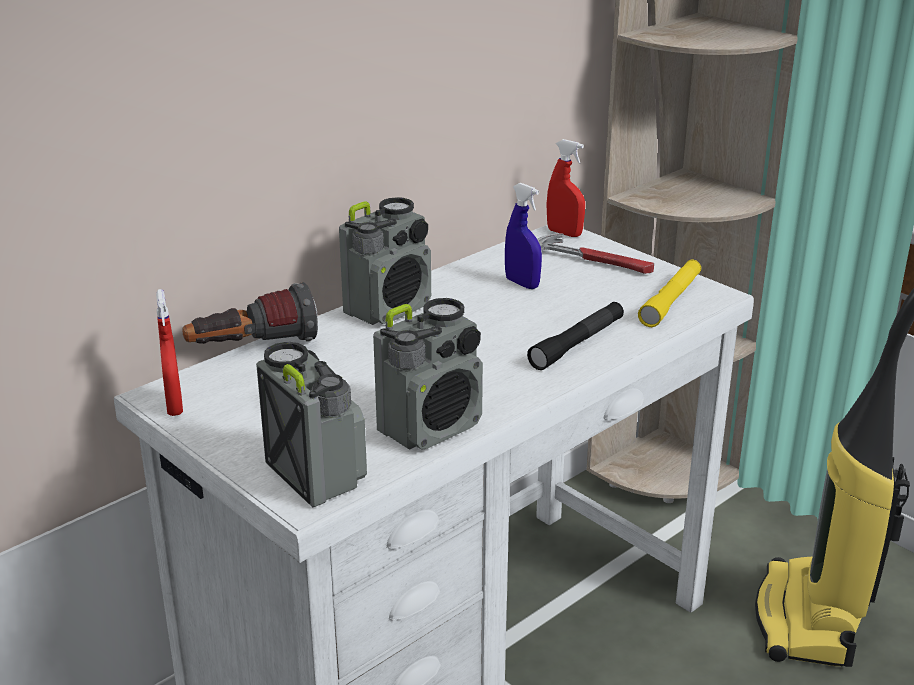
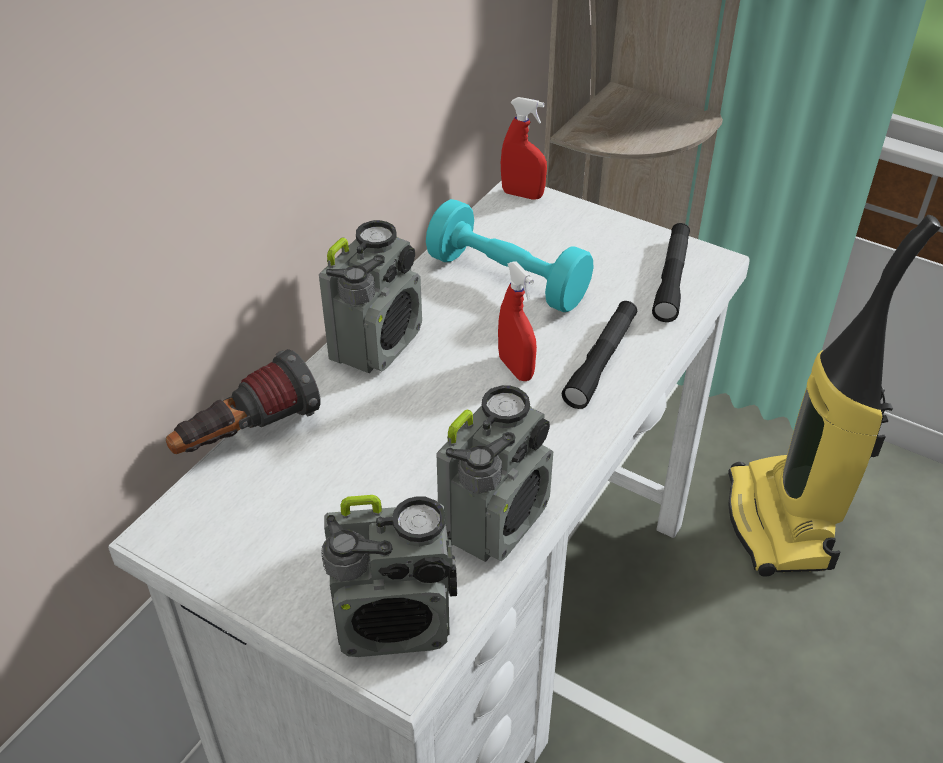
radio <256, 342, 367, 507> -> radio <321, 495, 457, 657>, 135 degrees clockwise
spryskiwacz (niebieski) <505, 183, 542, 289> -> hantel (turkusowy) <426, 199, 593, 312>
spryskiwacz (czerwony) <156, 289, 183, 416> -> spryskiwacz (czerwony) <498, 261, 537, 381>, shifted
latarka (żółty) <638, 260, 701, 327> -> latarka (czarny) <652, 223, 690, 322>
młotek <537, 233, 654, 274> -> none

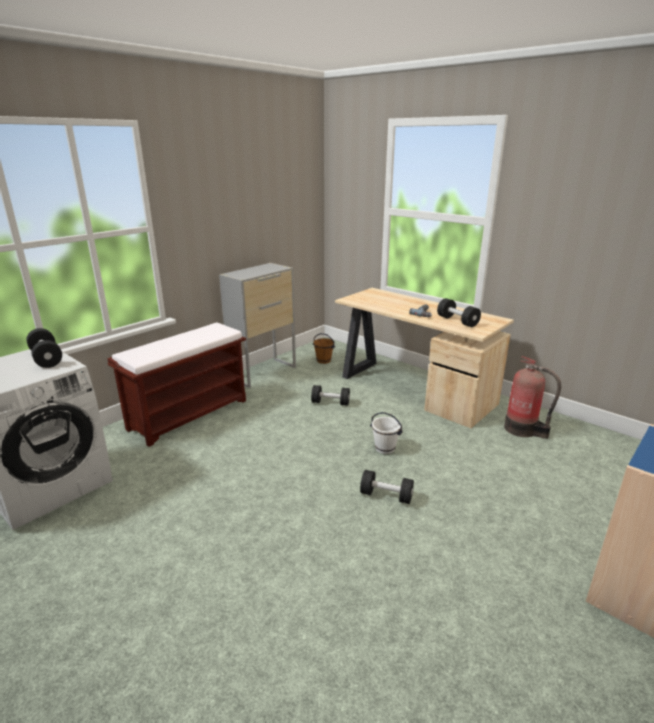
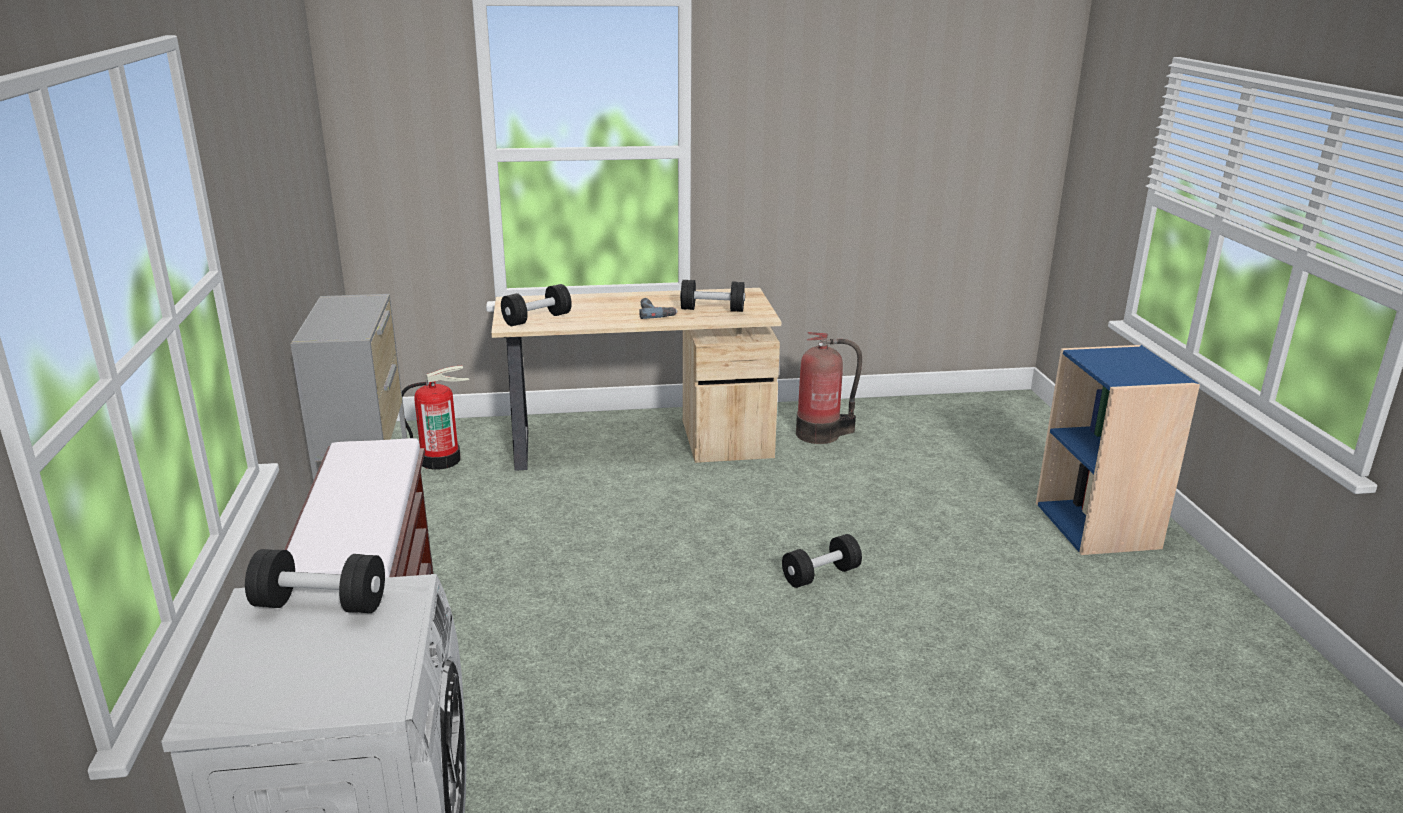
wiadro (brązowy) <313, 333, 335, 364> -> gaśnica <402, 366, 469, 470>
hantel (czarny) <311, 385, 350, 406> -> hantel (czarny) <501, 284, 572, 326>, shifted
wiadro (biały) <370, 412, 403, 454> -> none

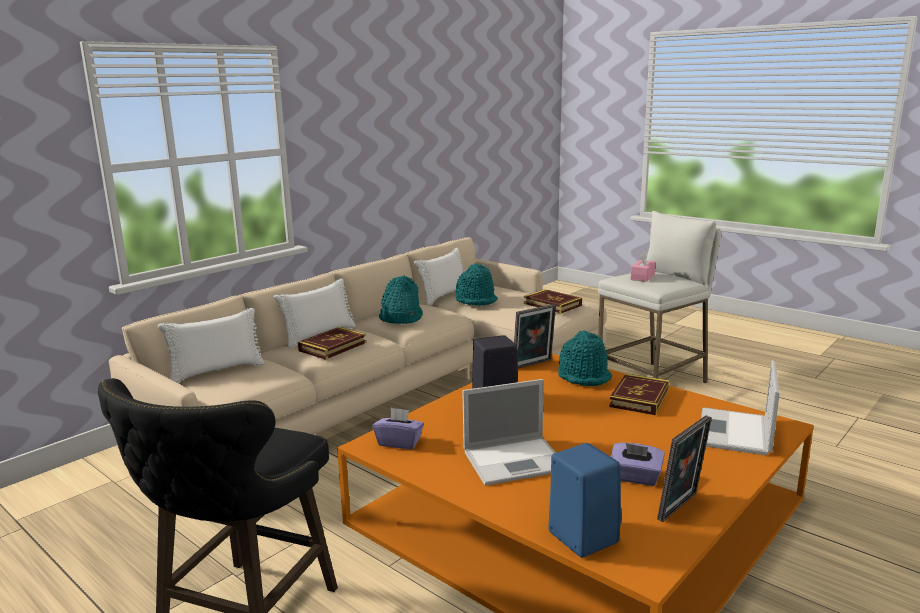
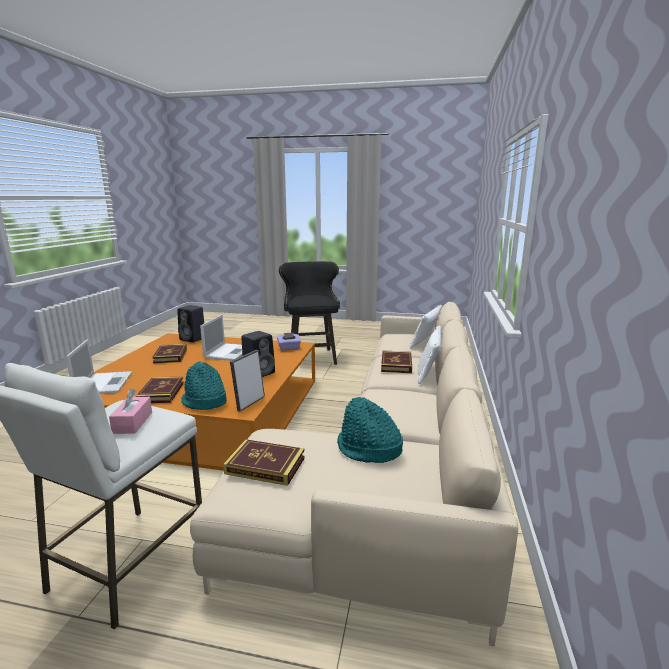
pudełko chusteczek (fioletowy) <611, 443, 665, 486> -> książka <152, 344, 187, 363>
głośnik (niebieski) <548, 443, 622, 557> -> głośnik (czarny) <177, 305, 204, 343>
laptop <462, 379, 556, 486> -> laptop <200, 315, 242, 361>, 150 degrees clockwise
kapelusz (turkusowy) <379, 275, 423, 324> -> none
poduszka (biały) <414, 248, 465, 305> -> none
ramka na zdjęcie <657, 415, 712, 522> -> none

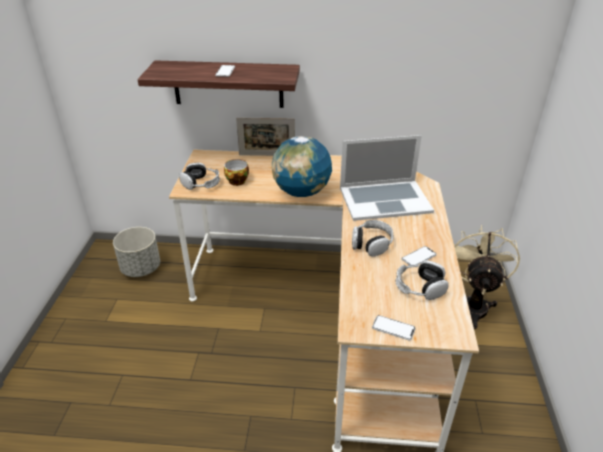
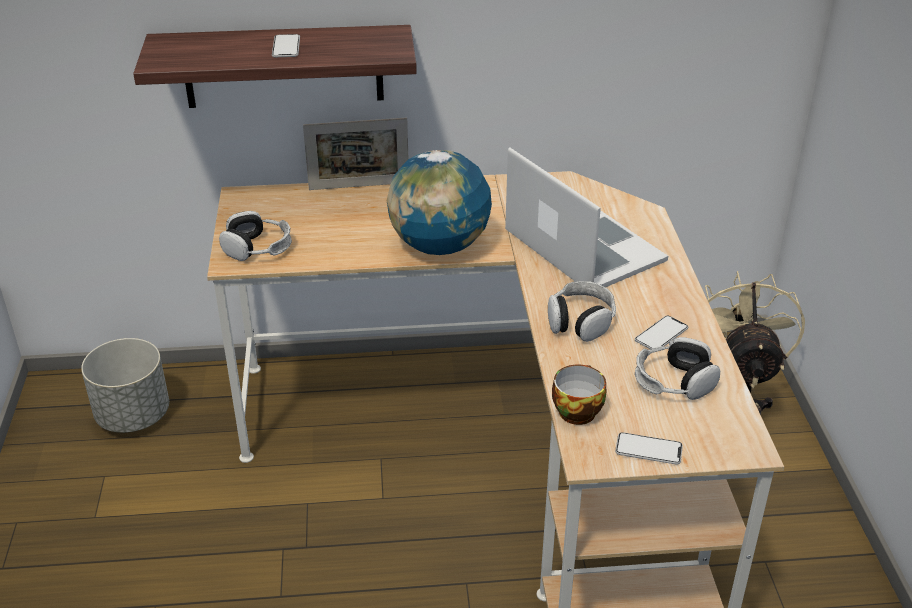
laptop <340, 135, 434, 221> -> laptop <505, 147, 668, 287>, 105 degrees counterclockwise
filiżanka <224, 159, 249, 186> -> filiżanka <552, 365, 606, 425>, shifted

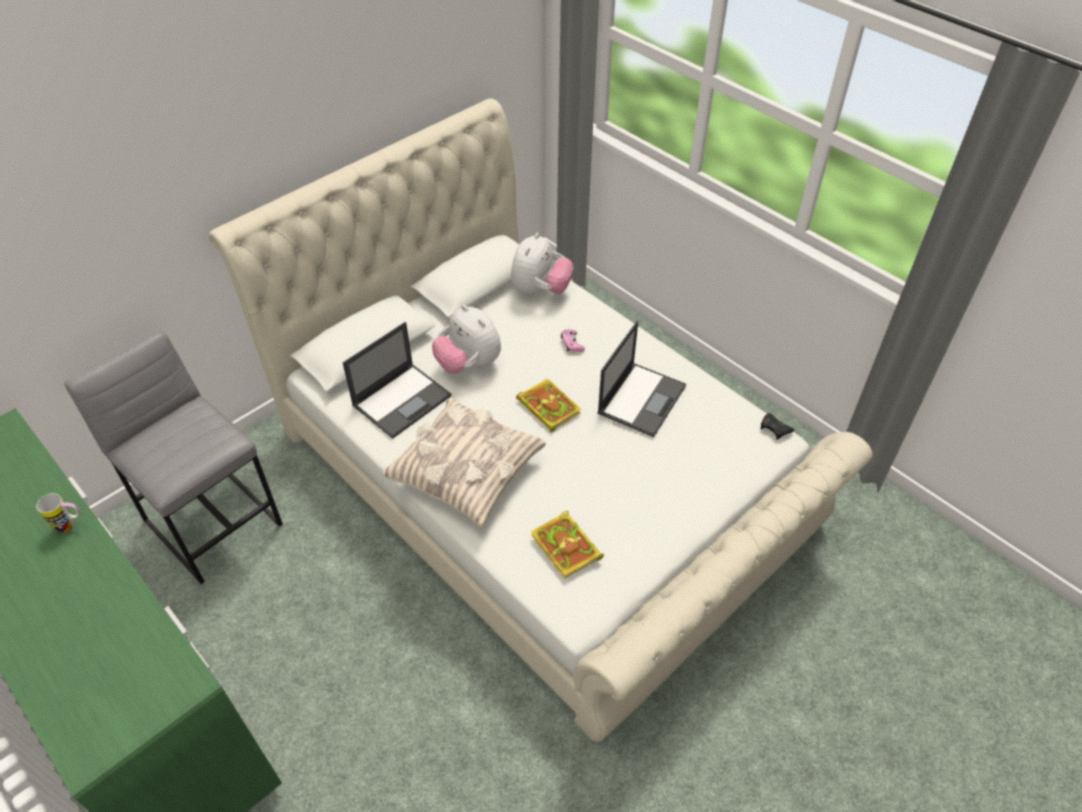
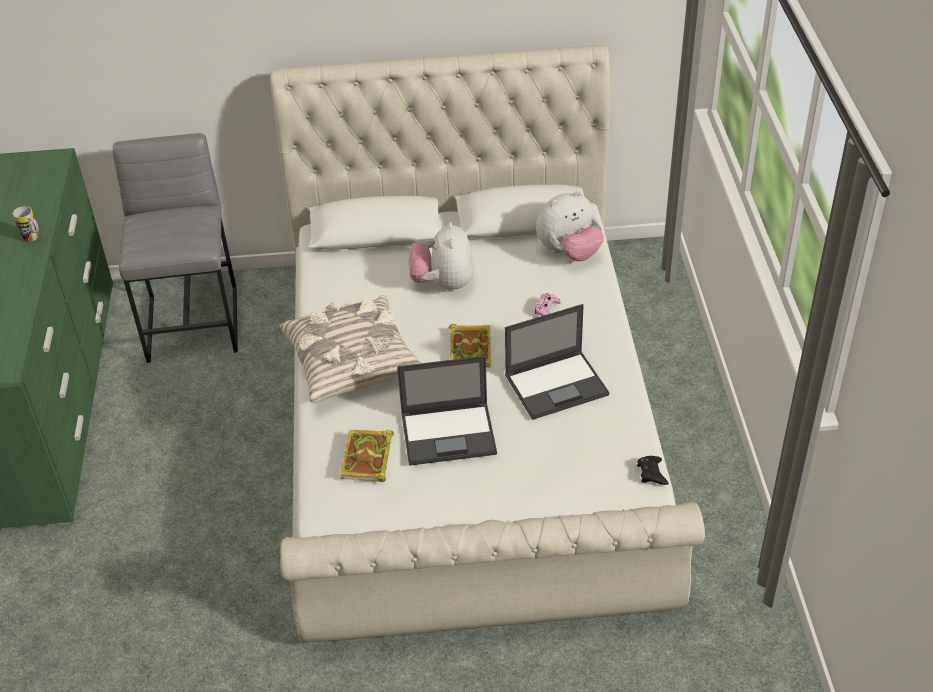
laptop <342, 322, 451, 439> -> laptop <397, 356, 497, 466>, shifted

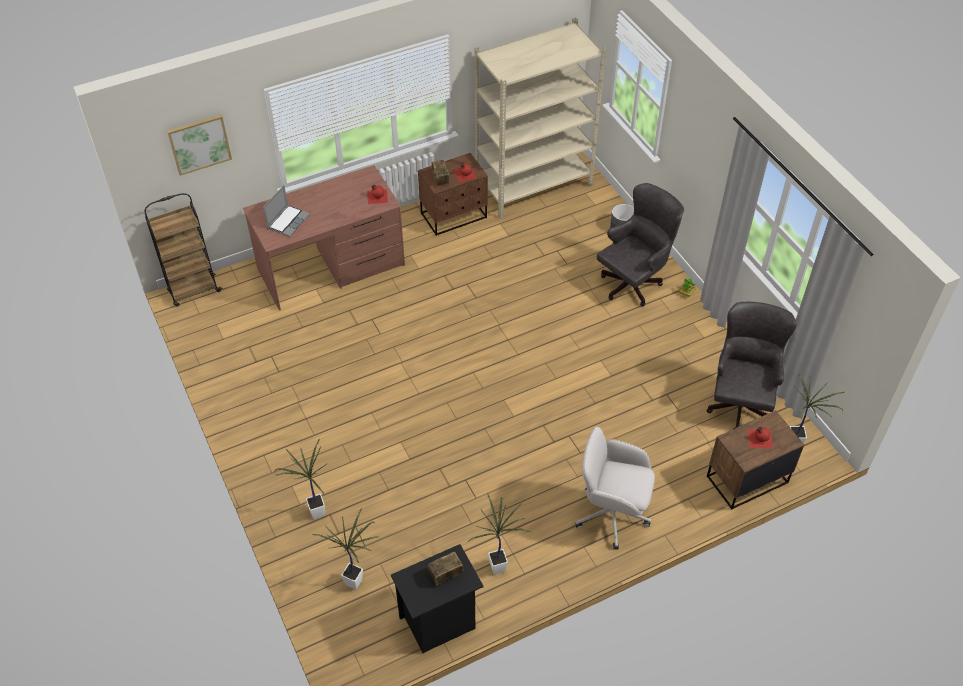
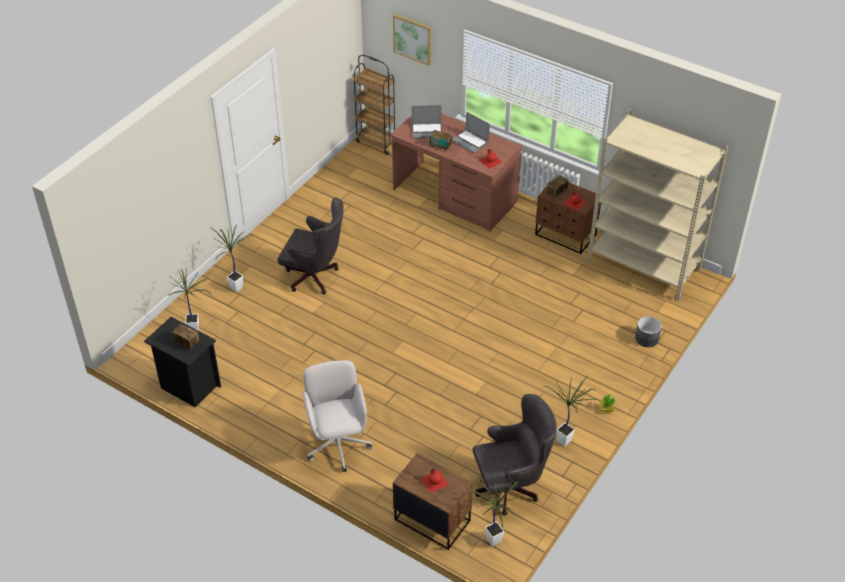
krzesło biurowe (szary) <597, 183, 684, 306> -> krzesło biurowe (szary) <277, 197, 344, 294>, shifted
none -> radio <429, 130, 452, 151>
none -> laptop <452, 111, 490, 153>
roślina doniczkowa <468, 493, 530, 575> -> roślina doniczkowa <544, 375, 597, 446>, shifted

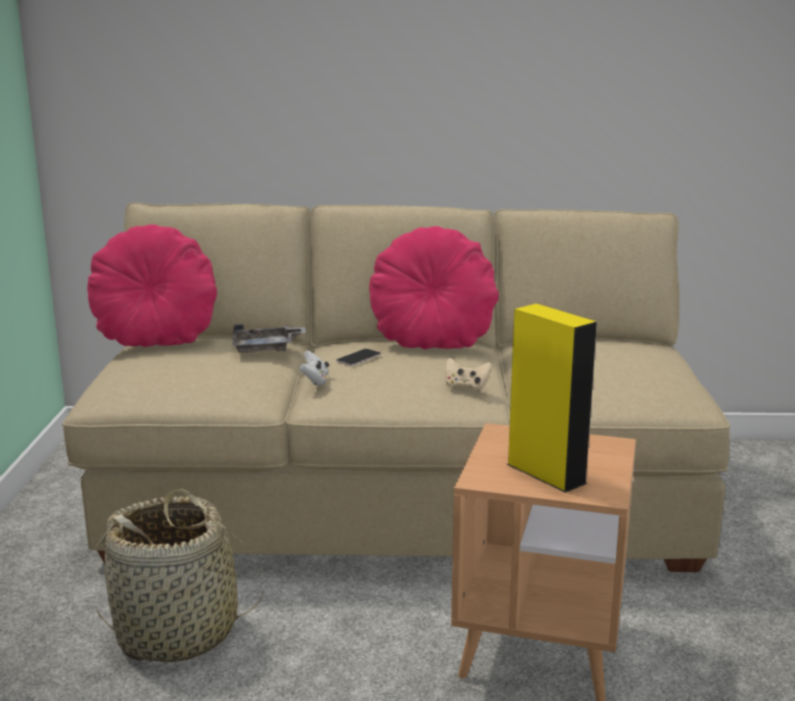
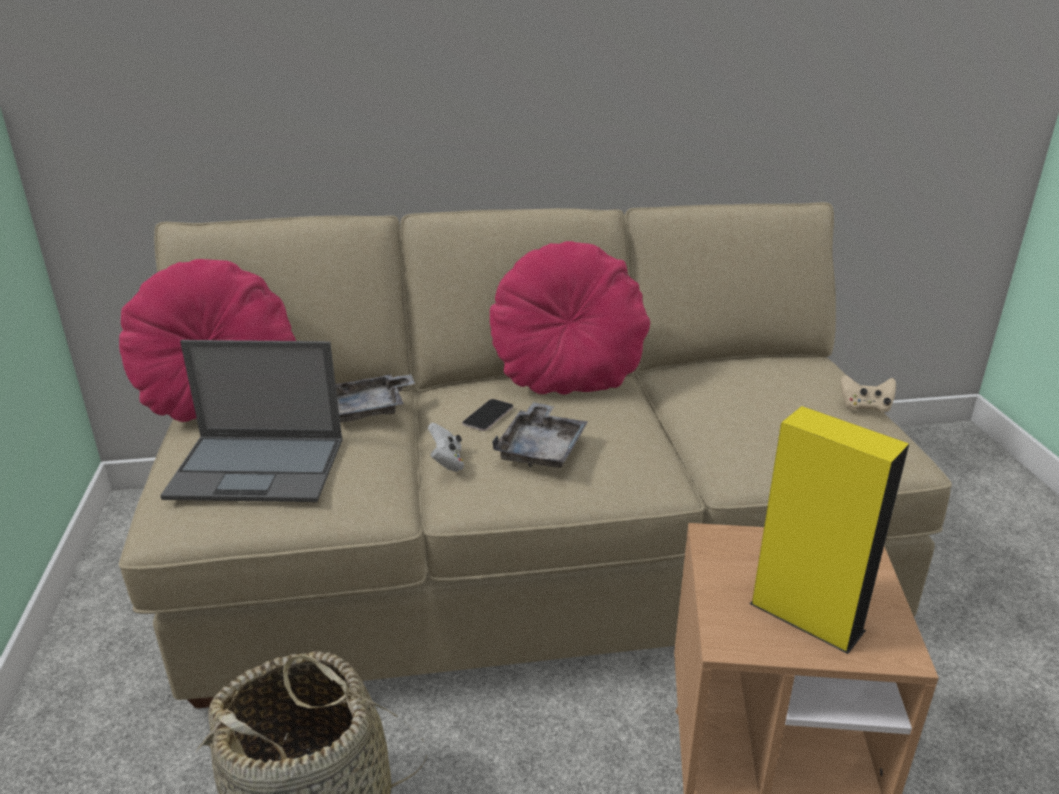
none -> laptop <160, 340, 343, 502>
none -> taca (szary) <492, 402, 588, 468>
pad do gier (beżowy) <445, 358, 492, 391> -> pad do gier (beżowy) <840, 375, 896, 412>, shifted

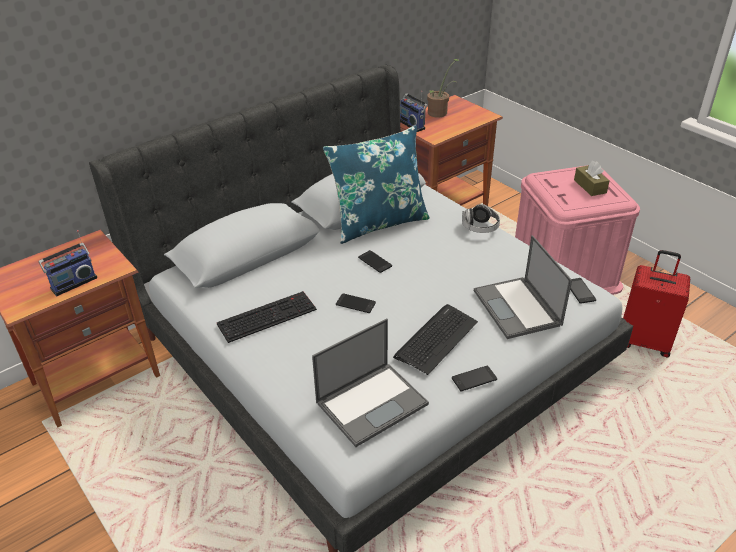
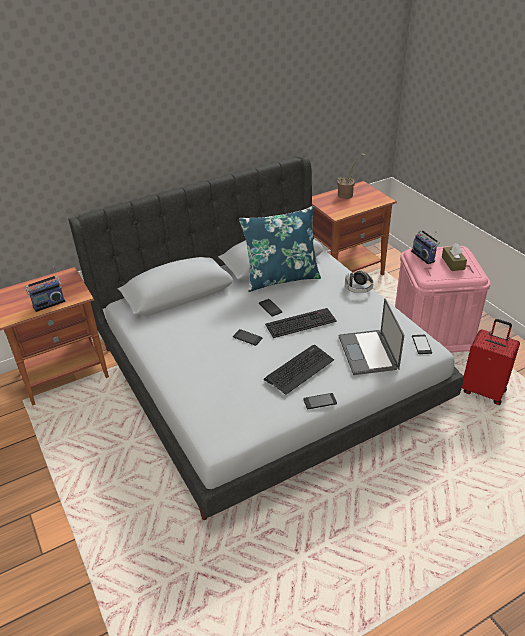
klawiatura <217, 291, 317, 343> -> klawiatura <265, 308, 337, 338>, shifted
radio <400, 91, 428, 132> -> radio <411, 230, 440, 264>, shifted
laptop <312, 318, 429, 447> -> none

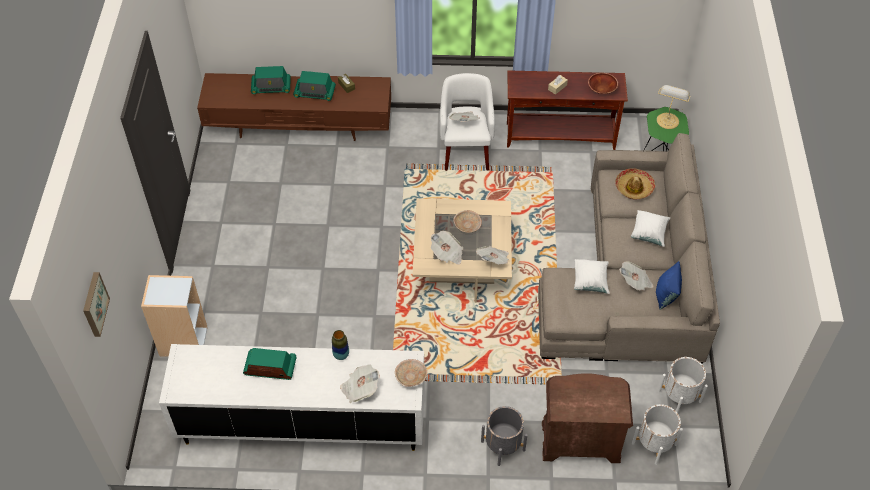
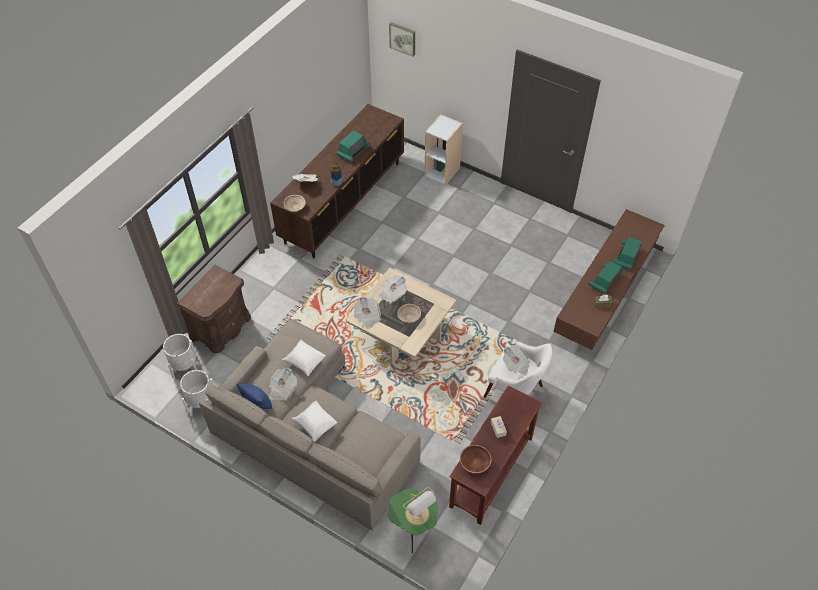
szafka (biały) <159, 344, 425, 451> -> szafka (brązowy) <270, 104, 404, 259>
donica (szary) <481, 406, 527, 466> -> none
kapelusz <615, 168, 655, 199> -> none

